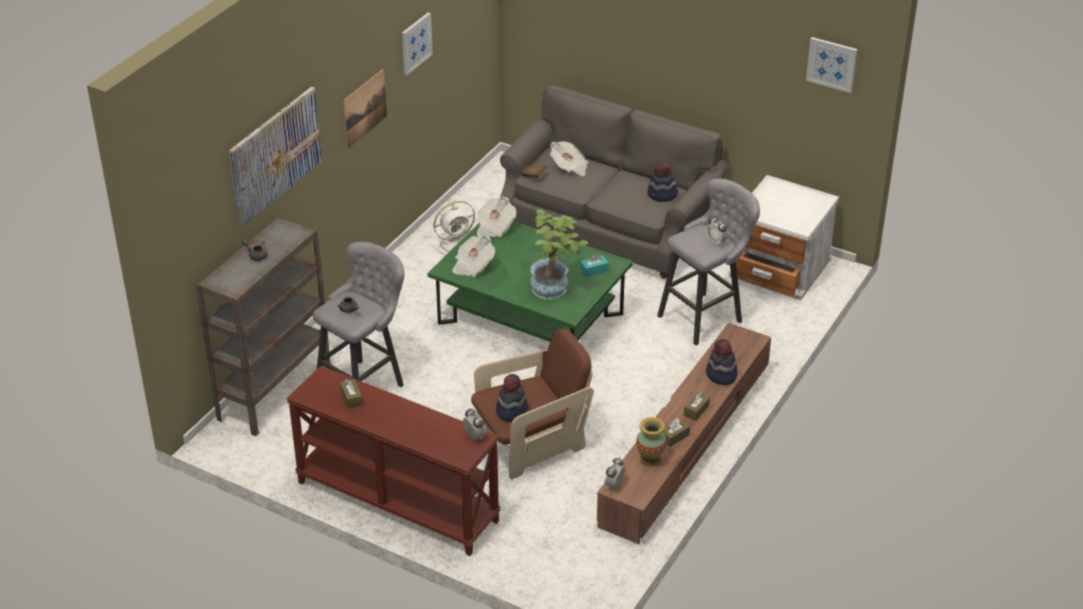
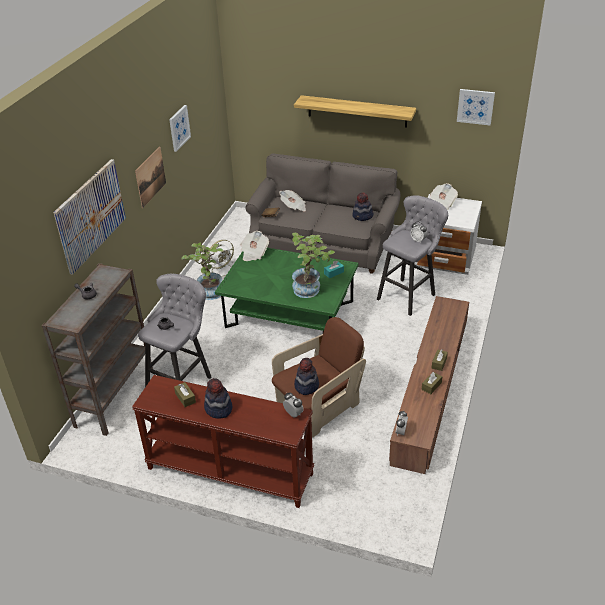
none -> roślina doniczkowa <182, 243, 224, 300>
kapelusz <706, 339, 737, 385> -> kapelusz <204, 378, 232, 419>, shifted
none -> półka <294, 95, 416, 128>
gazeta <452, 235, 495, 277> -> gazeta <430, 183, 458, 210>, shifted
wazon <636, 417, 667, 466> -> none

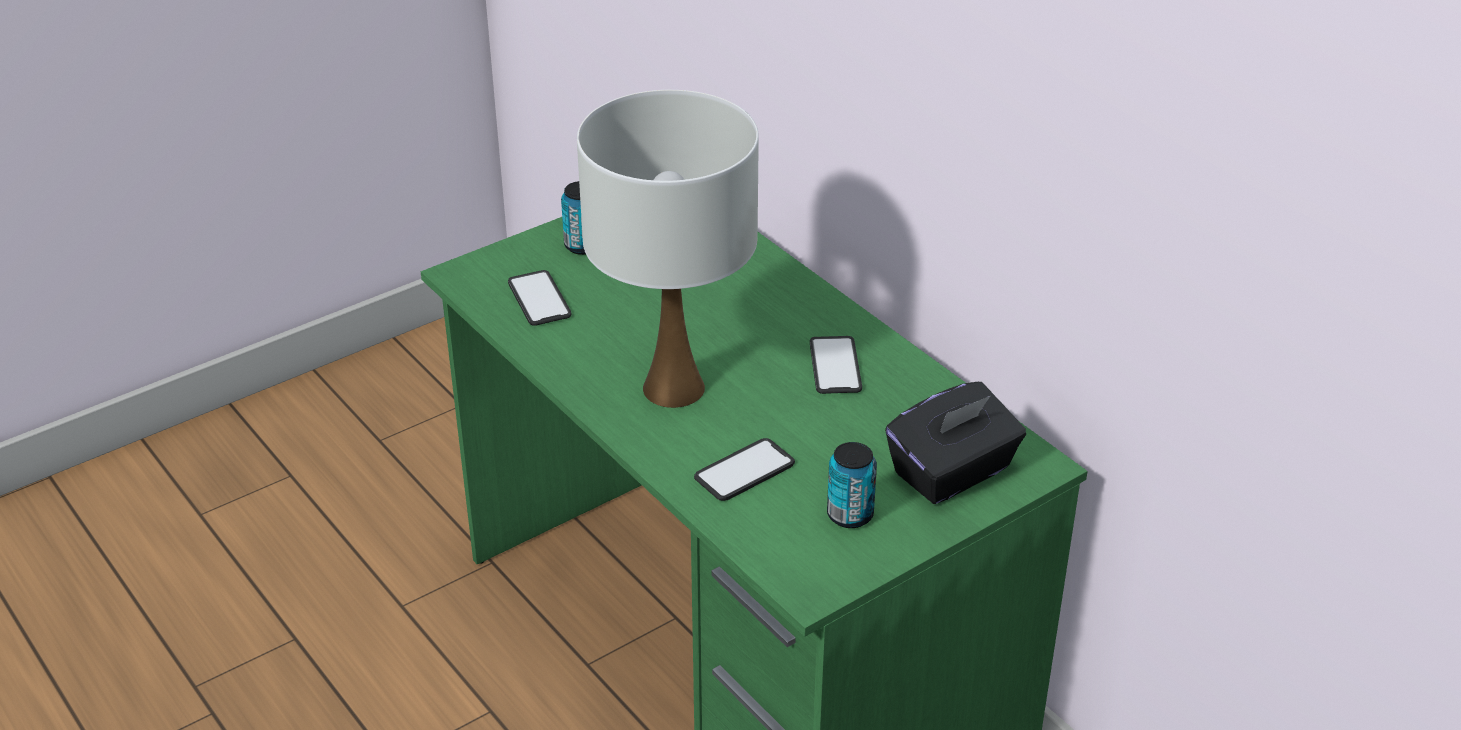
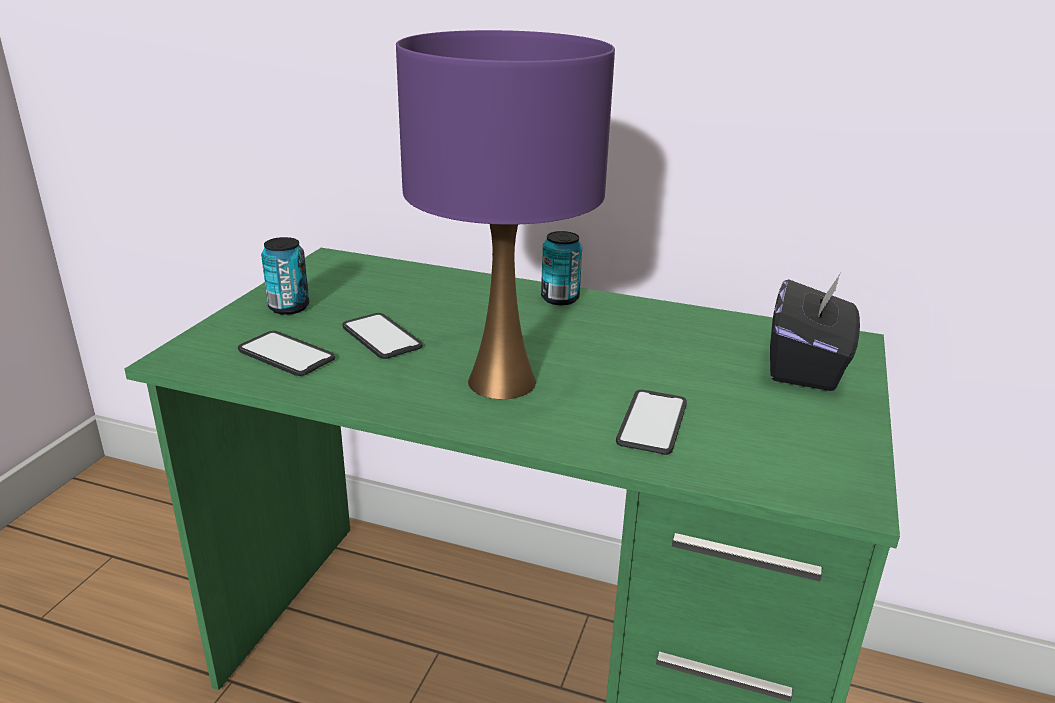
telefon <810, 336, 862, 394> -> telefon <342, 313, 423, 359>, shifted
lampa stołowa (biały) <577, 90, 759, 408> -> lampa stołowa (fioletowy) <396, 30, 615, 399>
puszka <827, 442, 877, 528> -> puszka <541, 231, 582, 305>, shifted

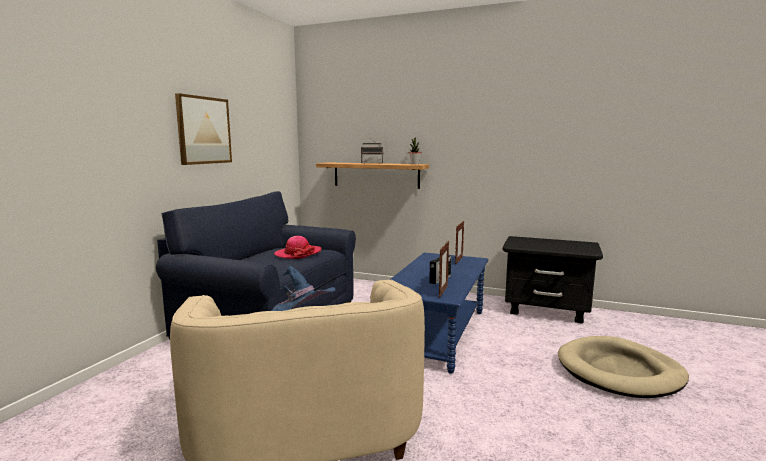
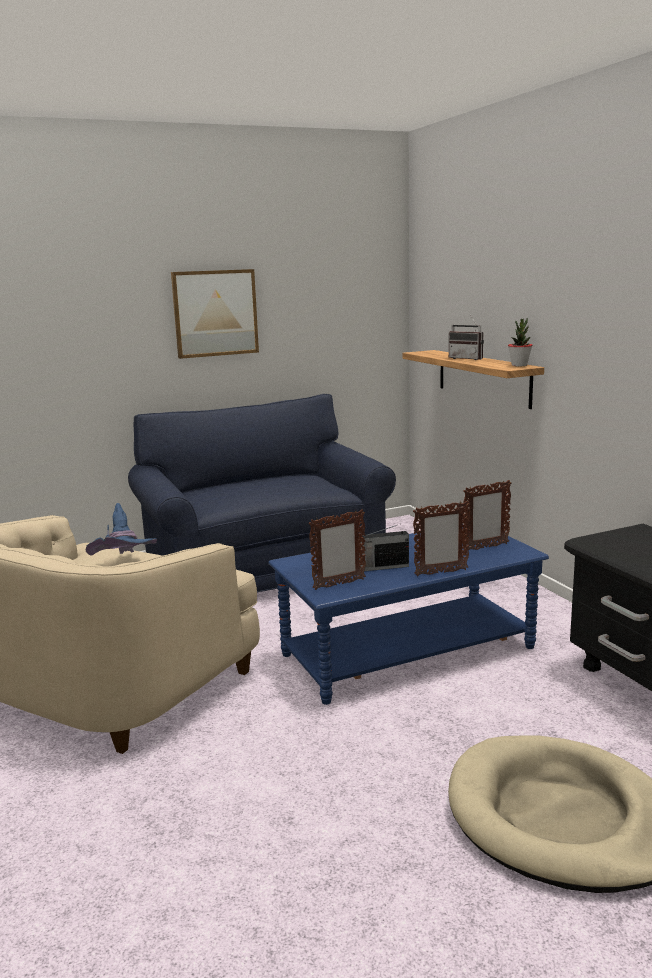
none -> ramka na zdjęcie <413, 501, 470, 576>
kapelusz <274, 236, 322, 259> -> none

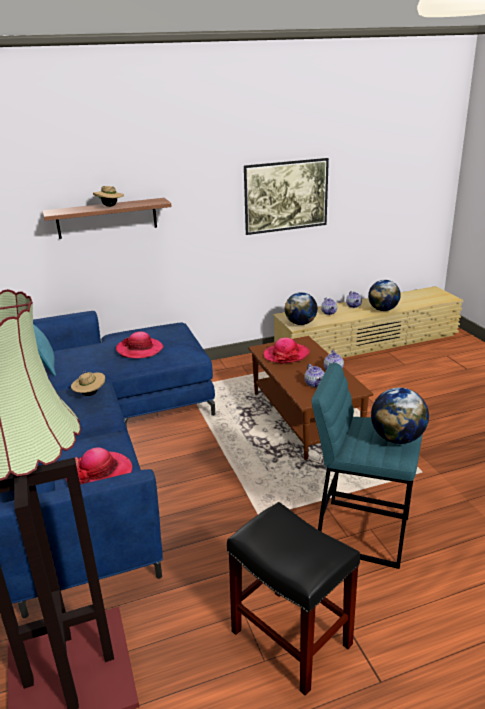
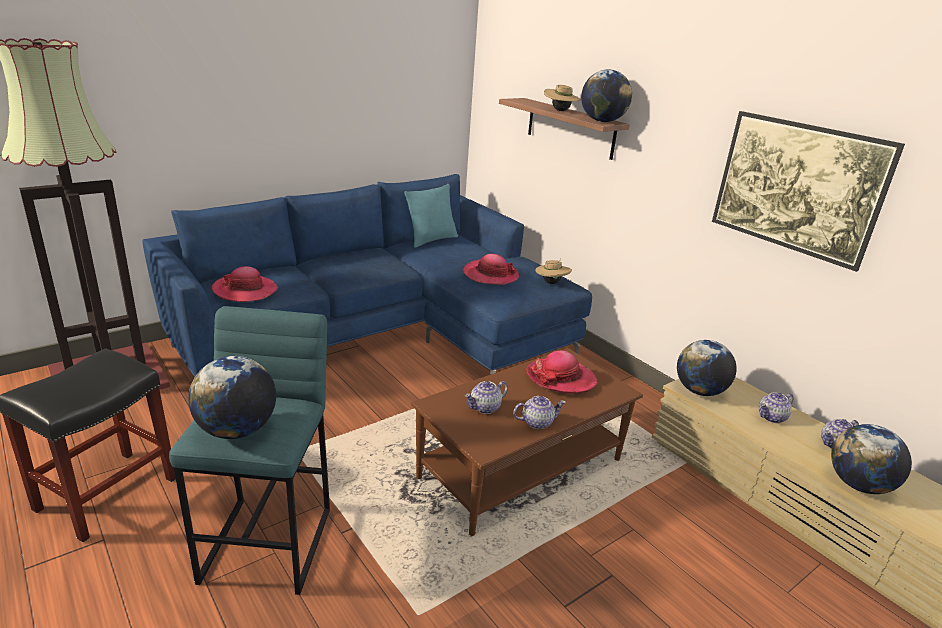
kapelusz (beżowy) <71, 372, 105, 396> -> kapelusz (beżowy) <535, 258, 572, 284>, shifted
none -> globus <581, 69, 632, 122>

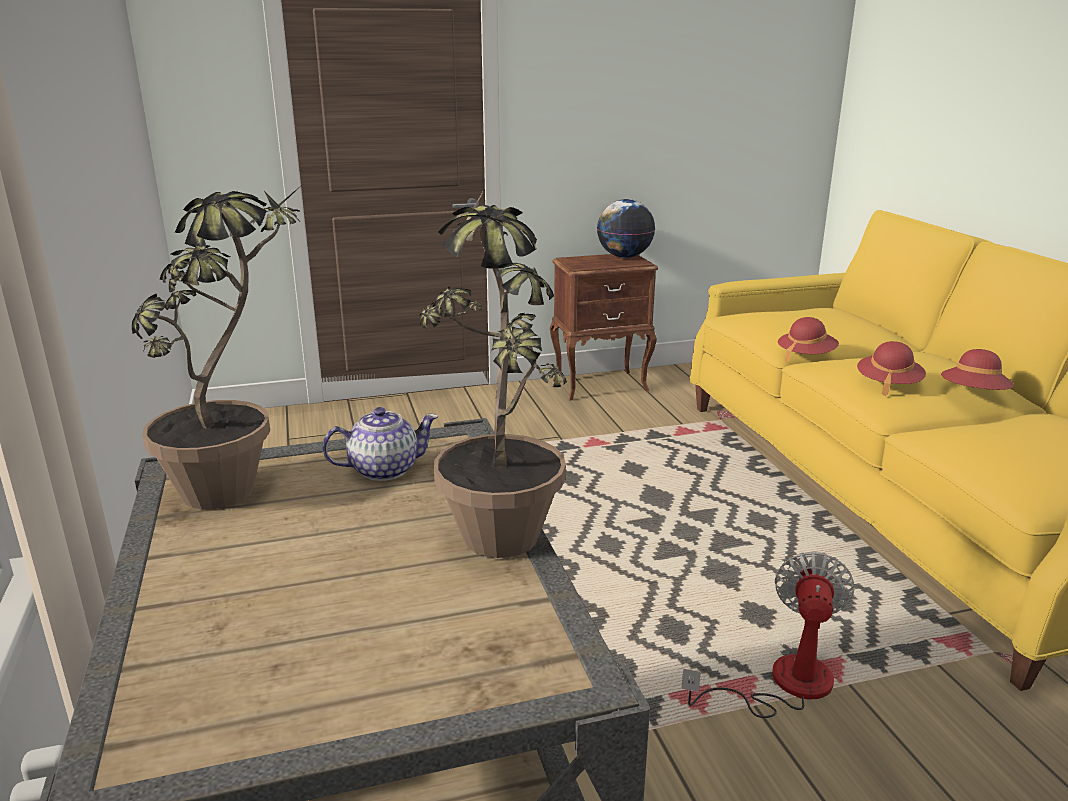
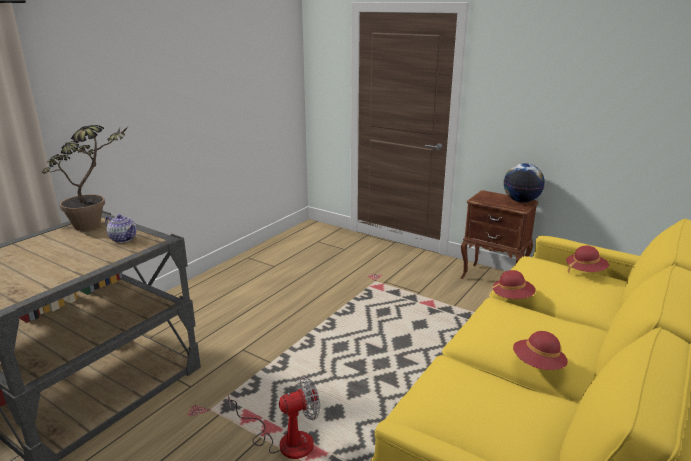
kapelusz (czerwony) <857, 341, 926, 396> -> kapelusz (czerwony) <566, 245, 609, 273>, shifted
roślina doniczkowa <419, 190, 567, 558> -> none

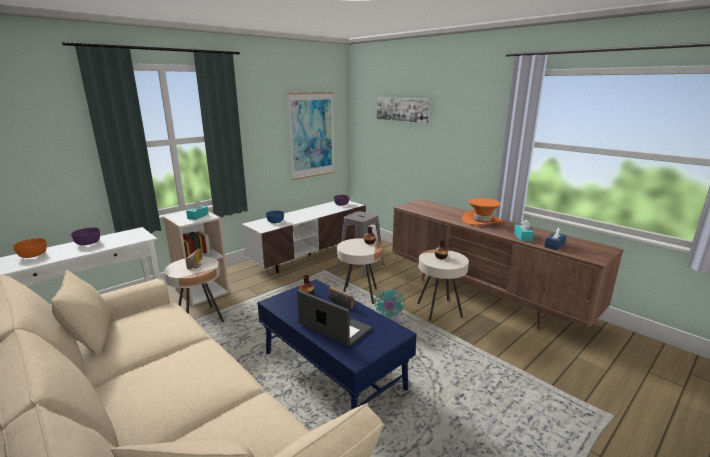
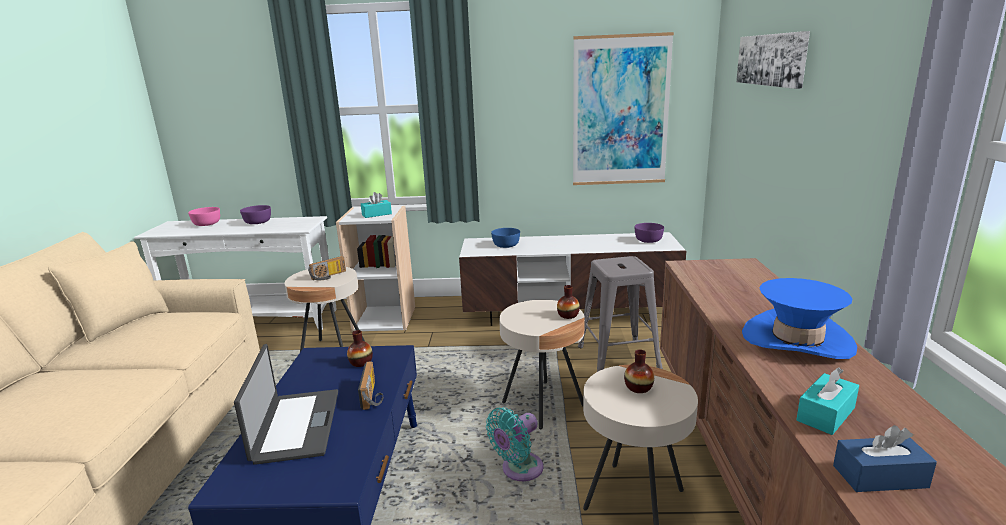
miska (pomarańczowy) <13, 238, 47, 258> -> miska (różowy) <188, 207, 220, 226>
kapelusz (pomarańczowy) <462, 198, 504, 226> -> kapelusz (niebieski) <742, 278, 857, 359>

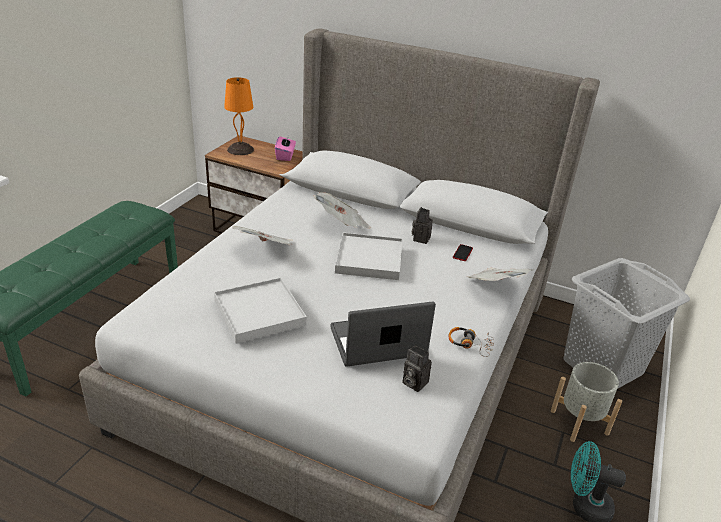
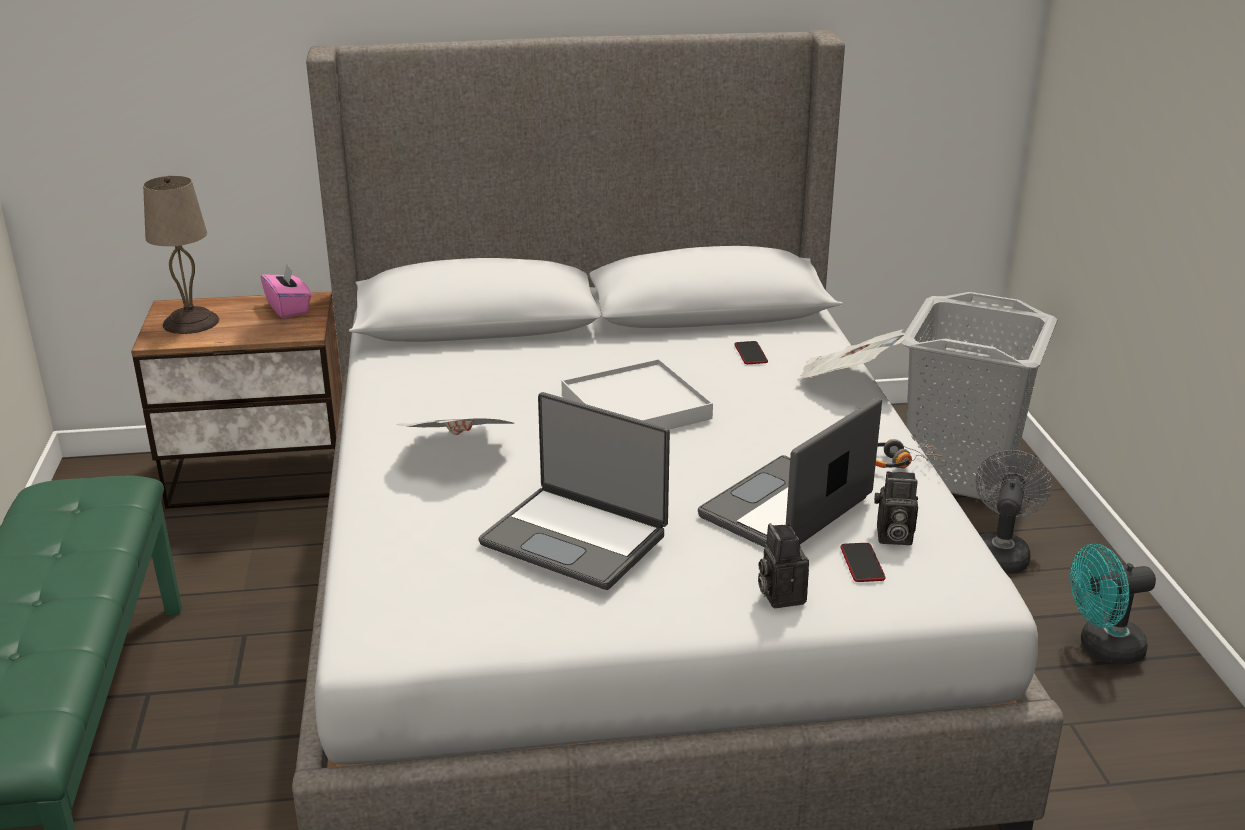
lampa stołowa (pomarańczowy) <224, 77, 254, 155> -> lampa stołowa (beżowy) <143, 176, 219, 334>
taca (biały) <214, 278, 307, 343> -> laptop <479, 392, 670, 590>
aparat fotograficzny <412, 207, 433, 244> -> aparat fotograficzny <758, 523, 809, 608>, shifted
none -> telefon <840, 543, 885, 582>
donica (szary) <551, 362, 622, 442> -> wentylator (szary) <975, 450, 1052, 573>
gazeta <313, 192, 372, 228> -> none

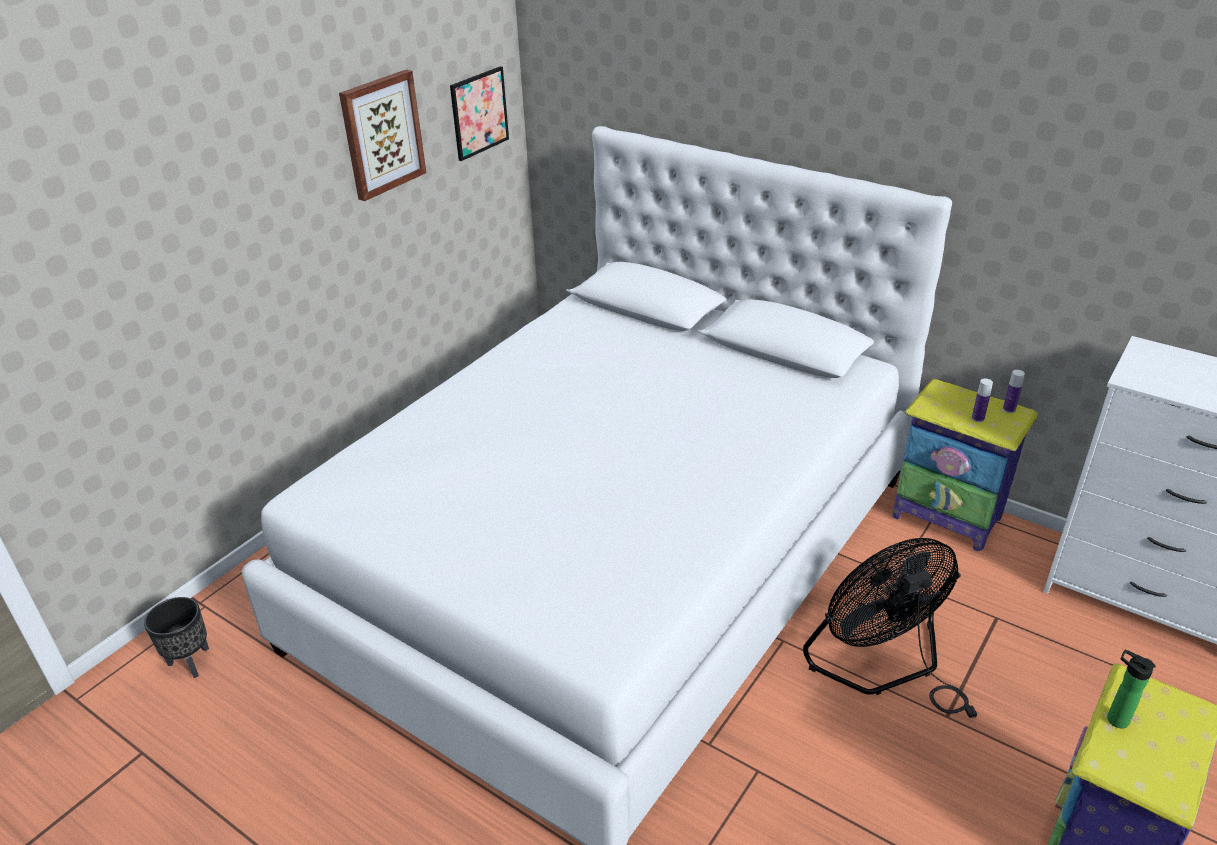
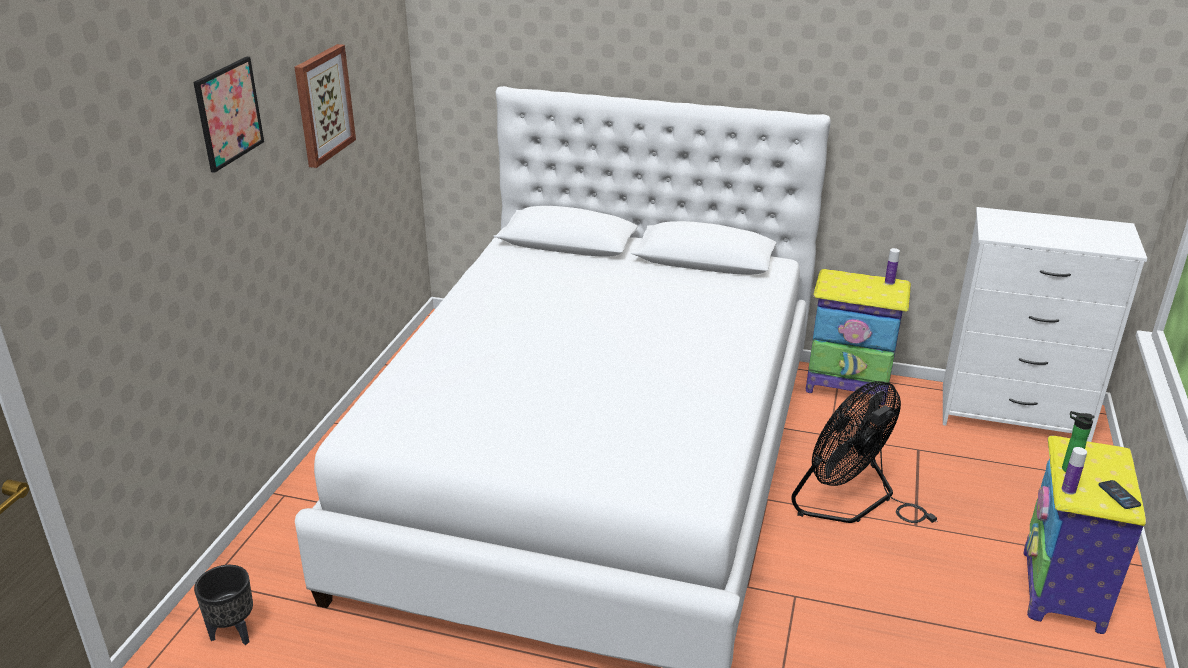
obraz <450, 66, 509, 161> -> obraz <193, 57, 264, 173>, shifted
butelka <972, 379, 993, 422> -> butelka <1061, 447, 1087, 495>, shifted
none -> telefon <1099, 480, 1141, 509>

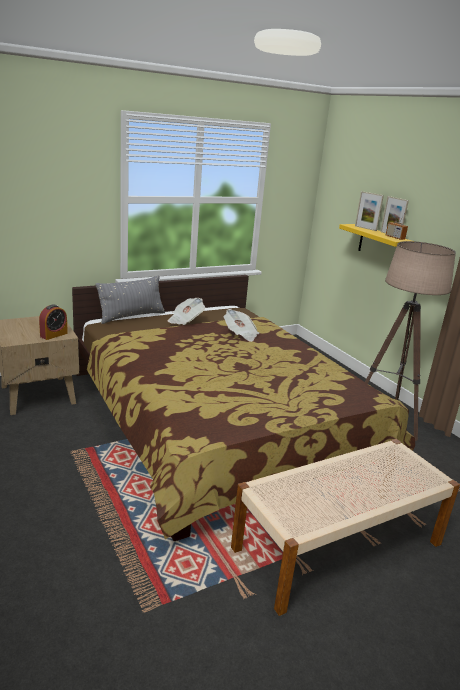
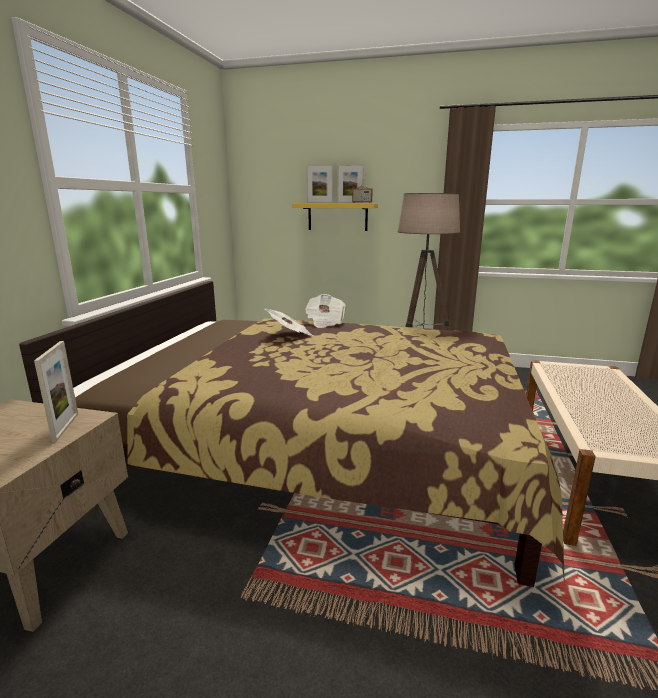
budzik <39, 304, 68, 340> -> ramka na zdjęcie <34, 341, 78, 442>
gazeta <168, 298, 205, 325> -> gazeta <305, 294, 346, 328>, shifted
poduszka (szary) <96, 276, 165, 324> -> none

